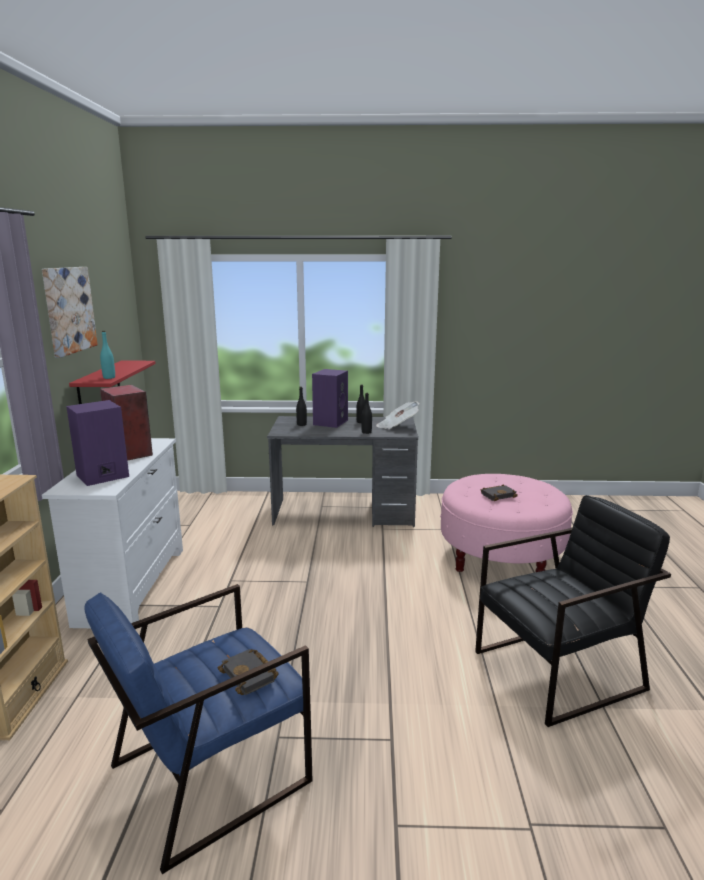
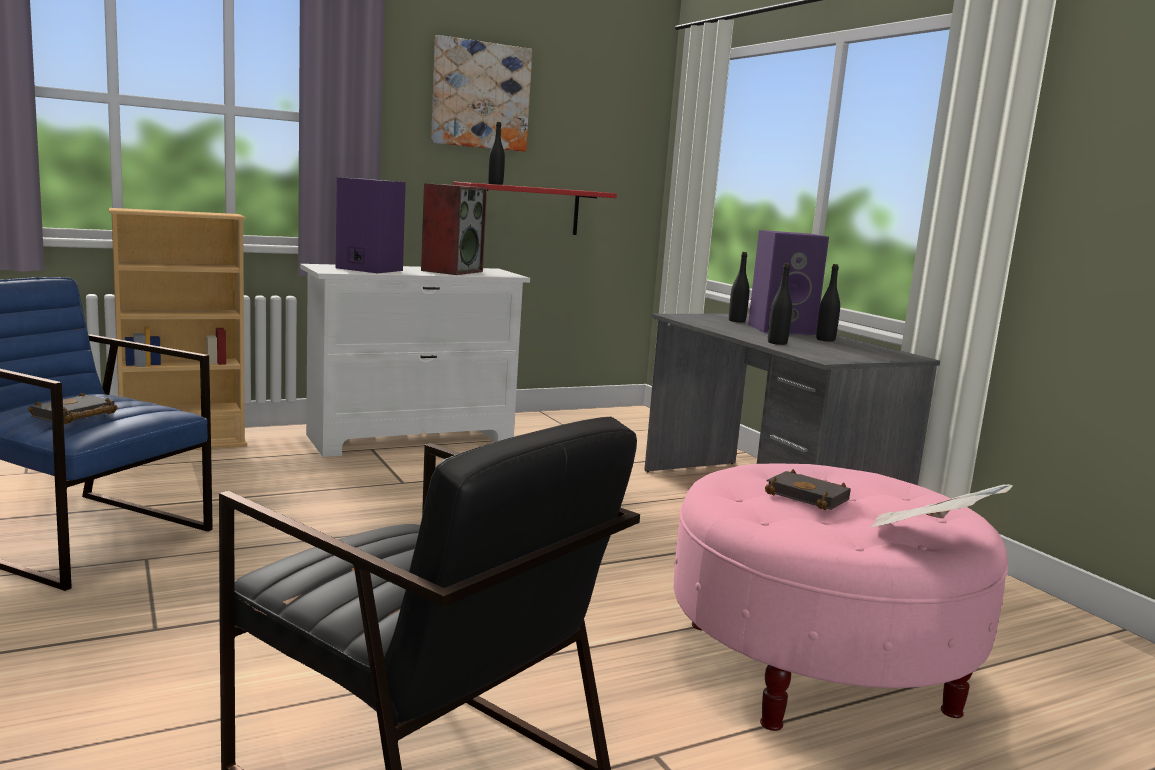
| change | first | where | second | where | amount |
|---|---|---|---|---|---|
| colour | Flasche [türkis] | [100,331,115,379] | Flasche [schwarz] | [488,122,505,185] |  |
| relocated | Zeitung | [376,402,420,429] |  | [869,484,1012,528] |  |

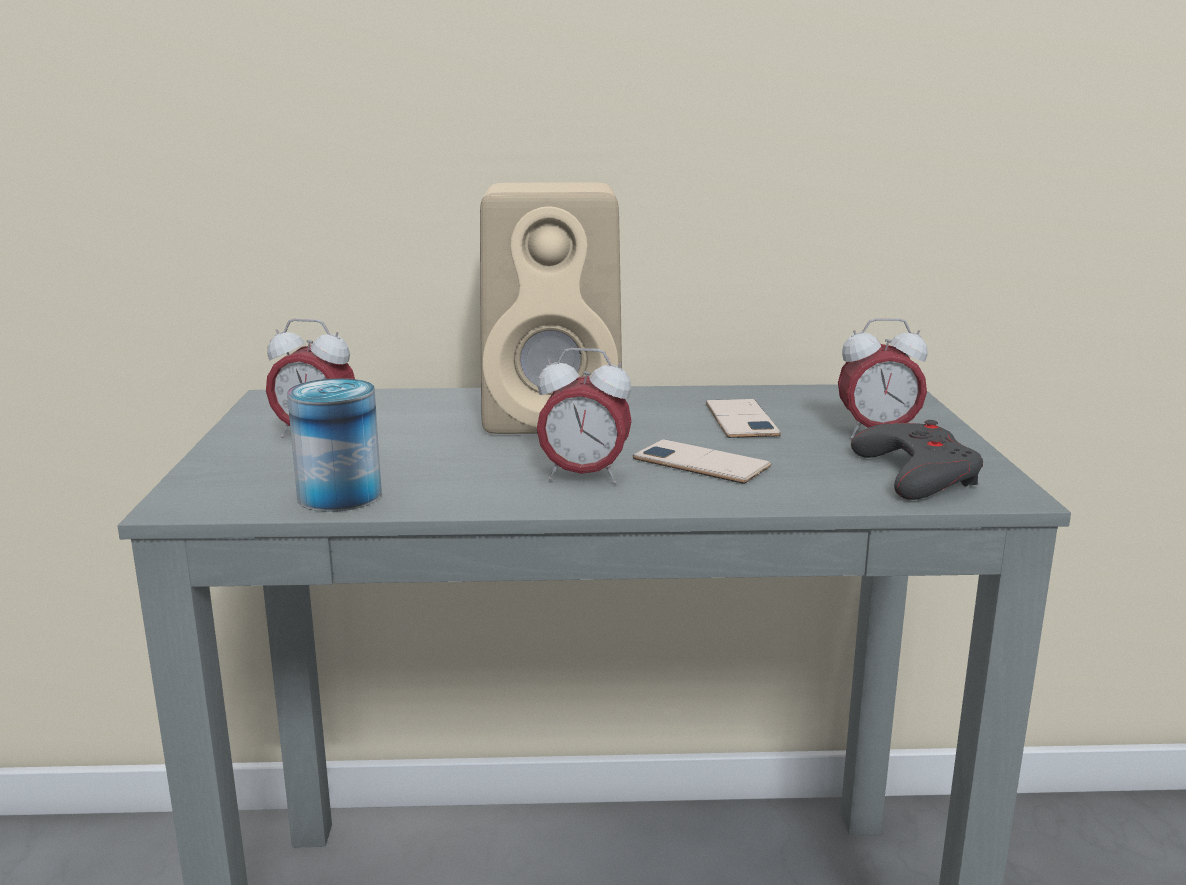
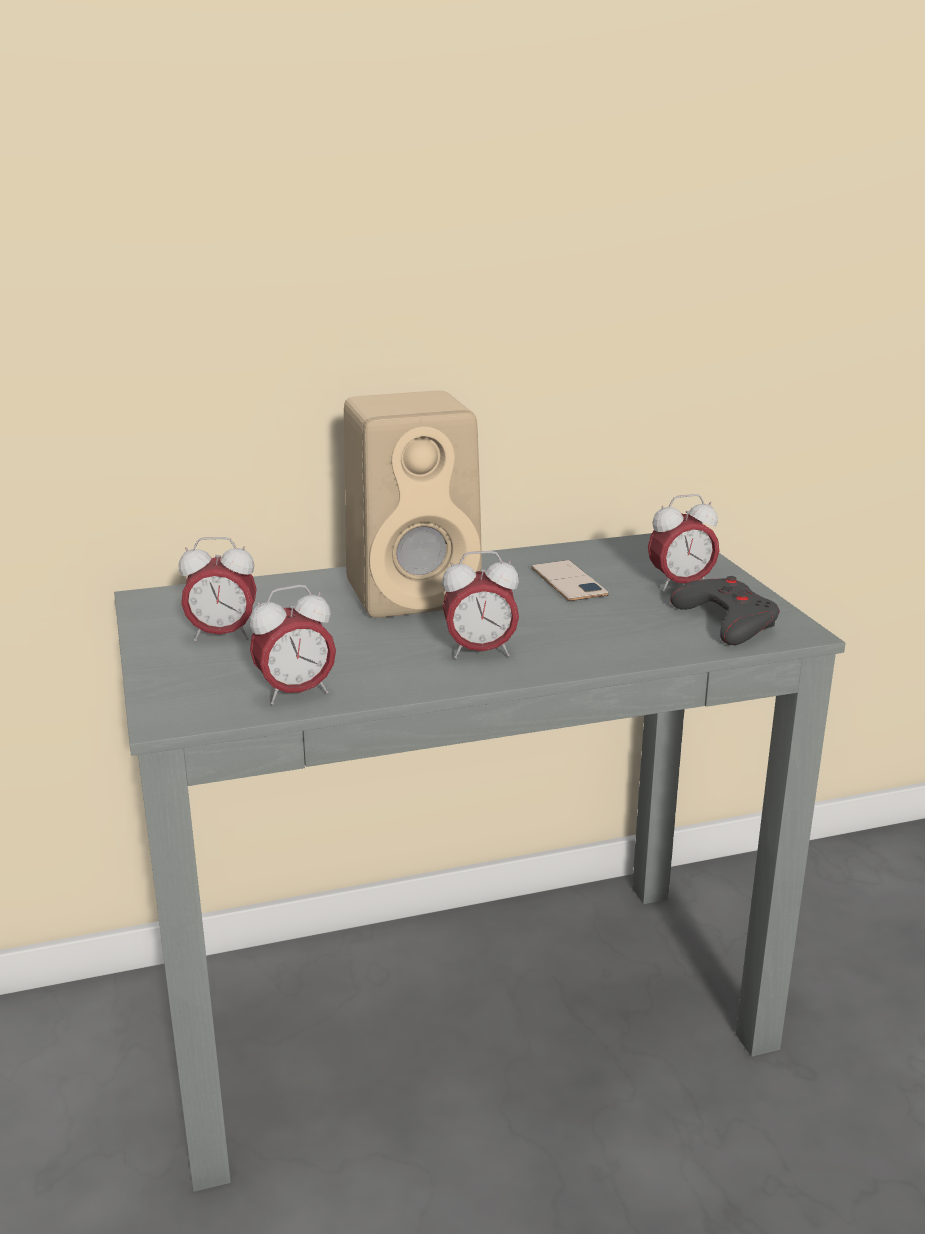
| change | first | where | second | where | amount |
|---|---|---|---|---|---|
| exchanged | Dose | [287,378,382,512] | Wecker | [249,585,336,705] |  |
| missing | Handy | [633,439,771,483] |  |  |  |

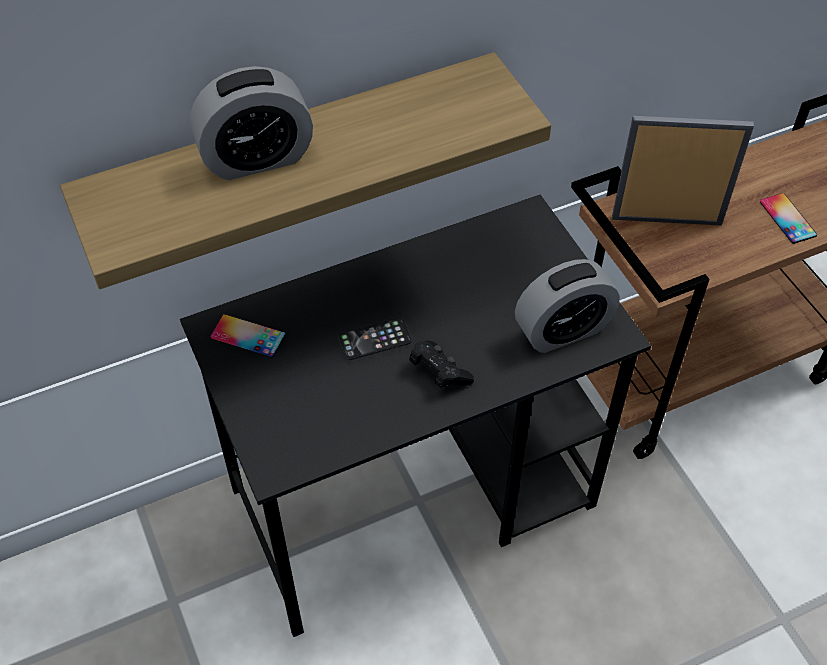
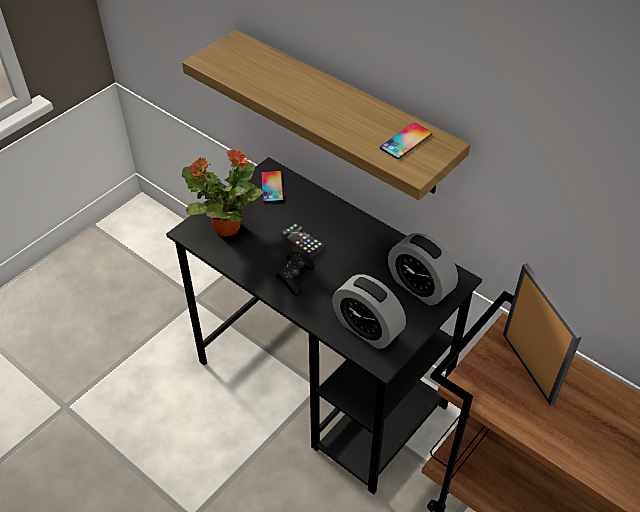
| change | first | where | second | where | amount |
|---|---|---|---|---|---|
| relocated | Wecker | [190,66,313,180] |  | [388,233,458,305] |  |
| relocated | Handy | [760,193,817,244] |  | [380,123,432,159] |  |
| appeared |  |  | Topfpflanze | [182,149,263,236] |  |

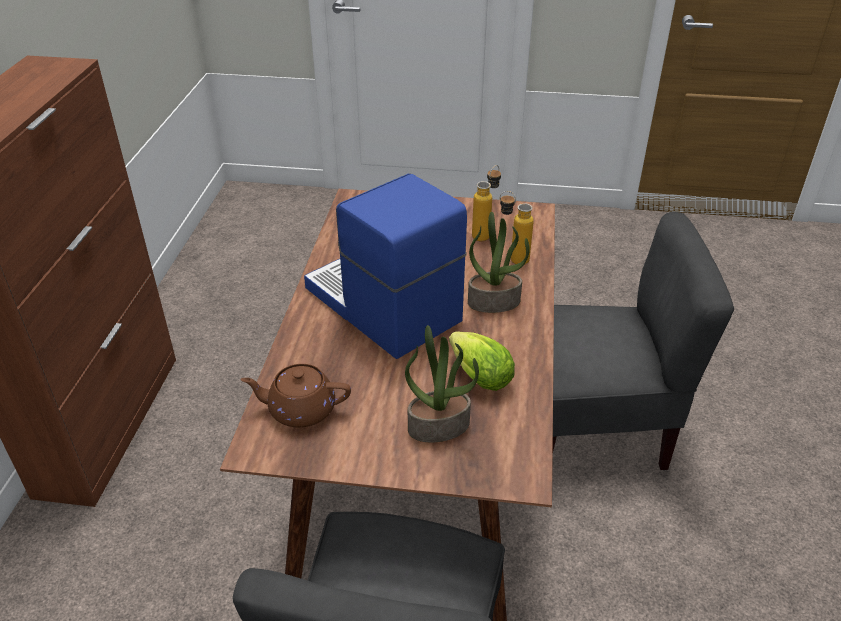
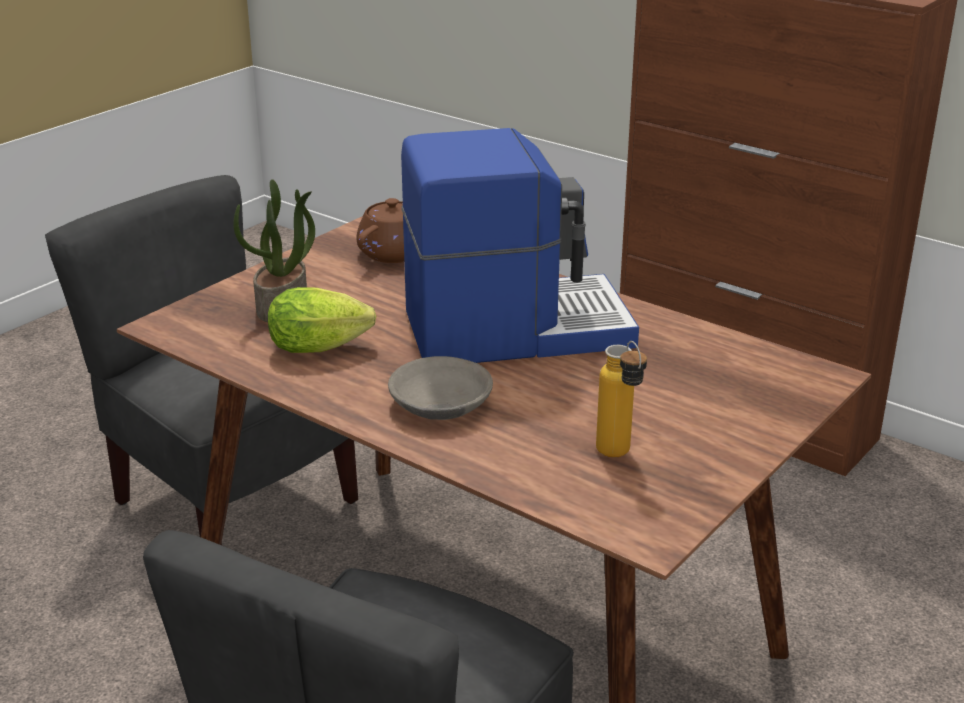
| change | first | where | second | where | amount |
|---|---|---|---|---|---|
| missing | Flasche | [500,191,534,265] |  |  |  |
| exchanged | Topfpflanze | [468,212,530,313] | Schüssel [grau] | [388,356,493,420] |  |

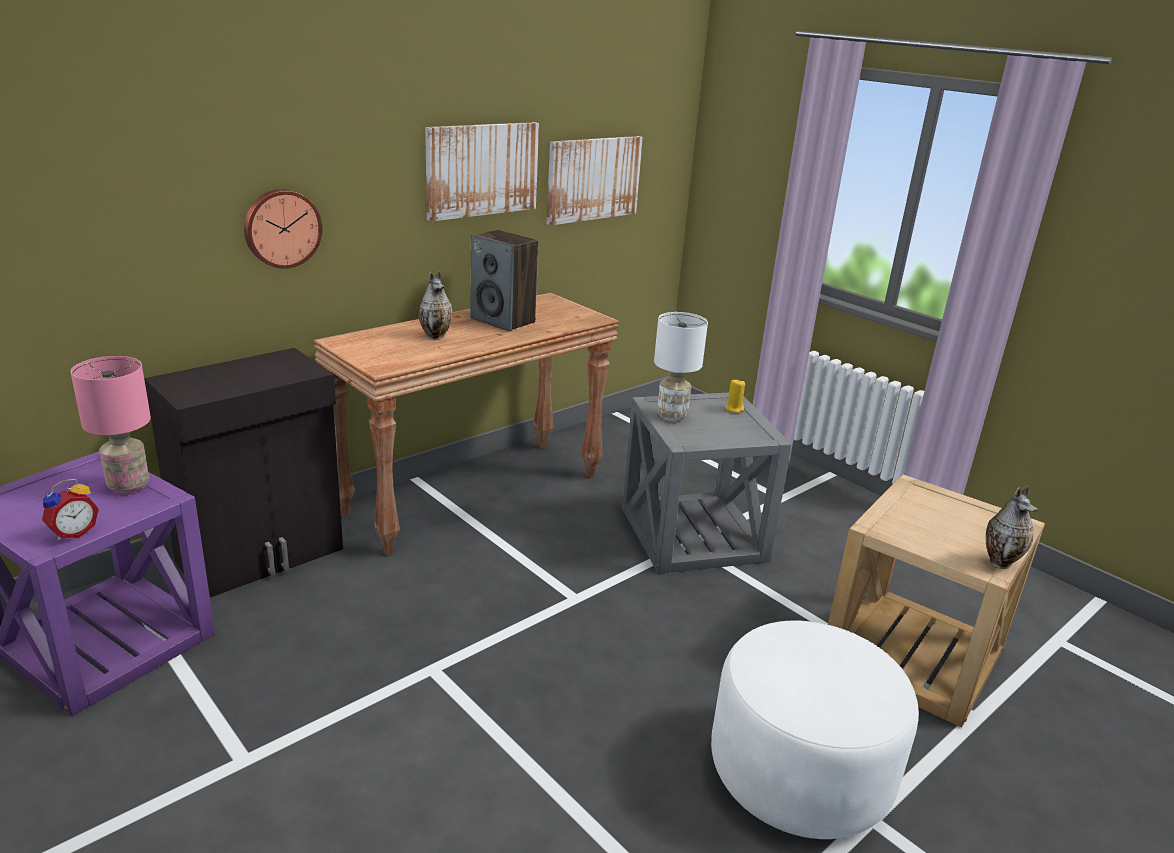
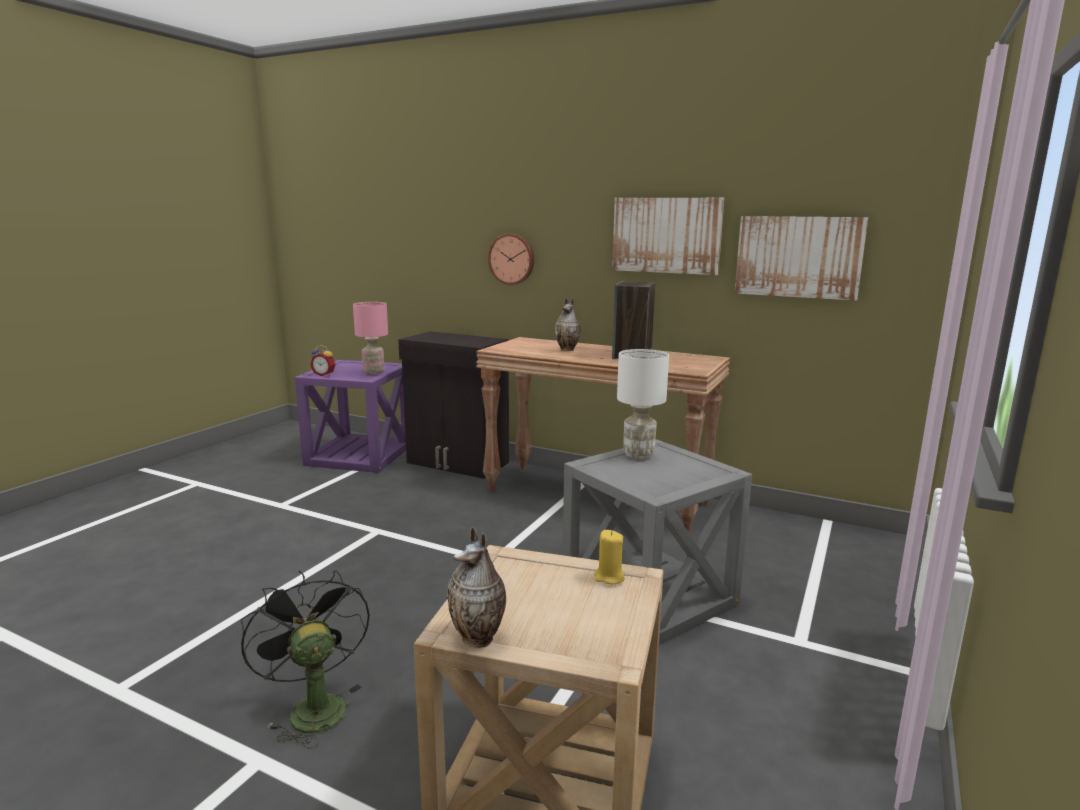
| change | first | where | second | where | amount |
|---|---|---|---|---|---|
| relocated | Kerze [gelb] | [725,380,745,413] |  | [594,530,625,584] |  |
| exchanged | Polsterhocker [weiß] | [711,620,919,839] | Ventilator [schwarz] | [241,570,370,749] |  |

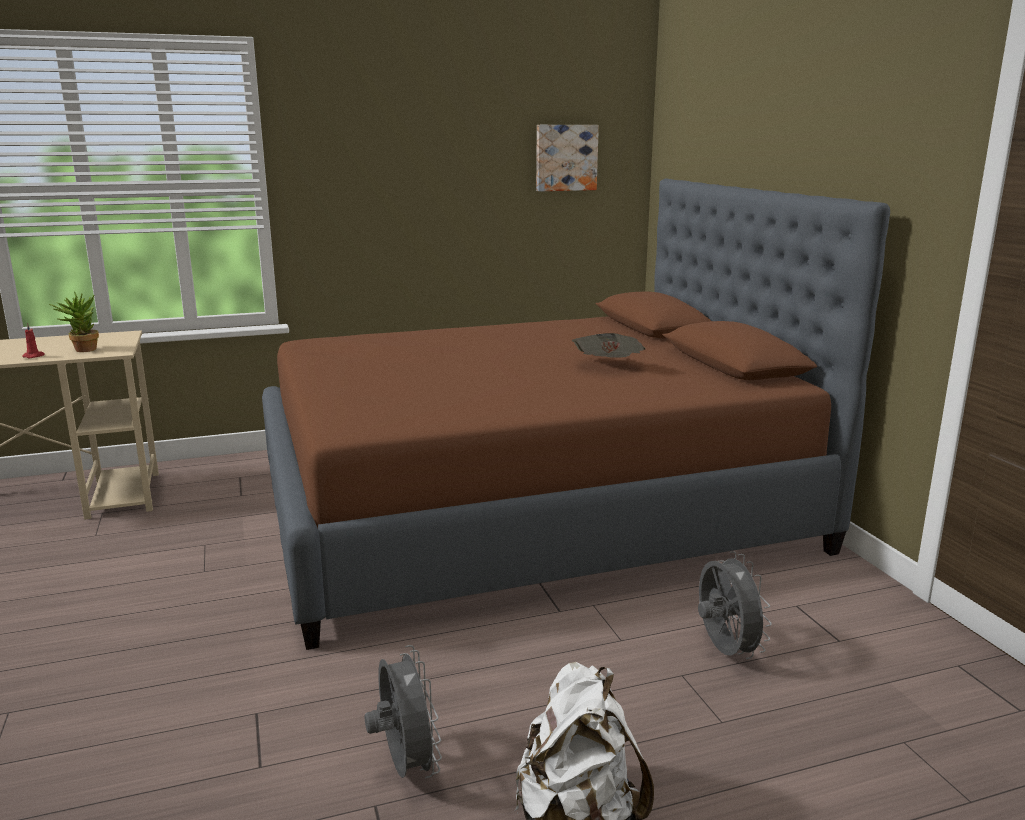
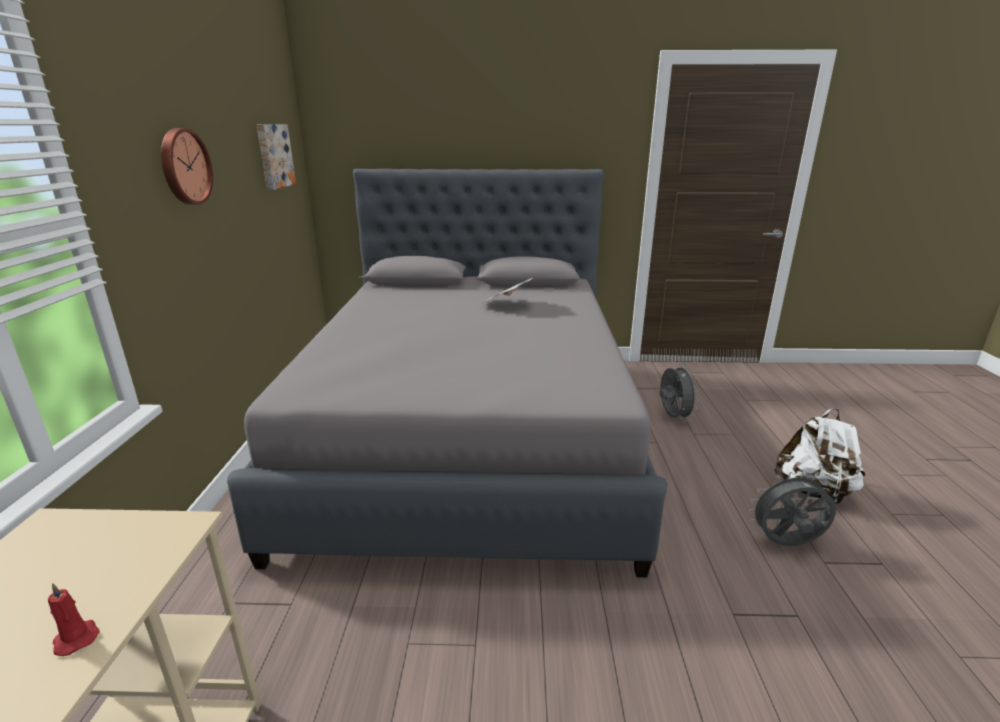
| change | first | where | second | where | amount |
|---|---|---|---|---|---|
| colour | Bett [braun] | [262,179,890,650] | Bett [grau] | [227,169,668,577] |  |
| missing | Topfpflanze | [49,291,99,352] |  |  |  |
| spun | Ventilator [grau] | [698,551,772,659] |  | [660,364,699,421] | 75 degrees clockwise |
| appeared |  |  | Wanduhr | [161,128,213,205] |  |

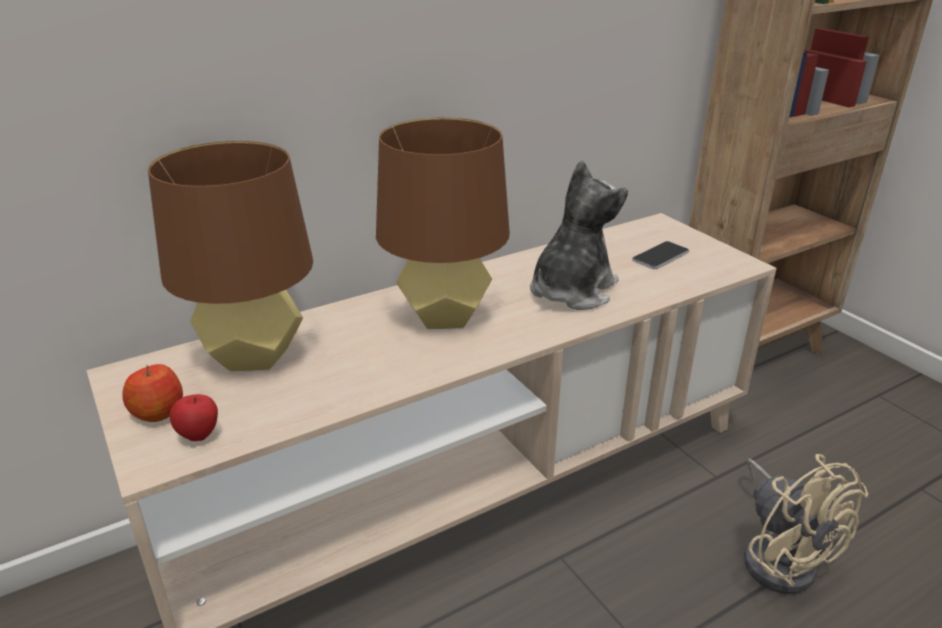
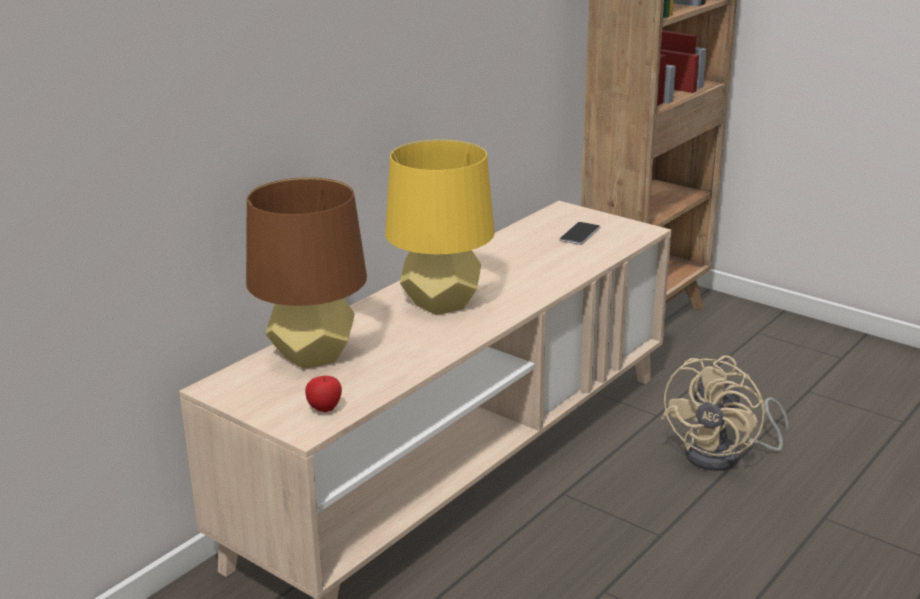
| change | first | where | second | where | amount |
|---|---|---|---|---|---|
| colour | Tischlampe [braun] | [376,117,510,329] | Tischlampe [gelb] | [385,140,495,315] |  |
| missing | Plüschtier | [530,160,628,310] |  |  |  |
| missing | Apfel | [122,364,183,422] |  |  |  |
| spun | Ventilator [beige] | [744,454,868,594] |  | [661,356,789,471] | 75 degrees clockwise |

